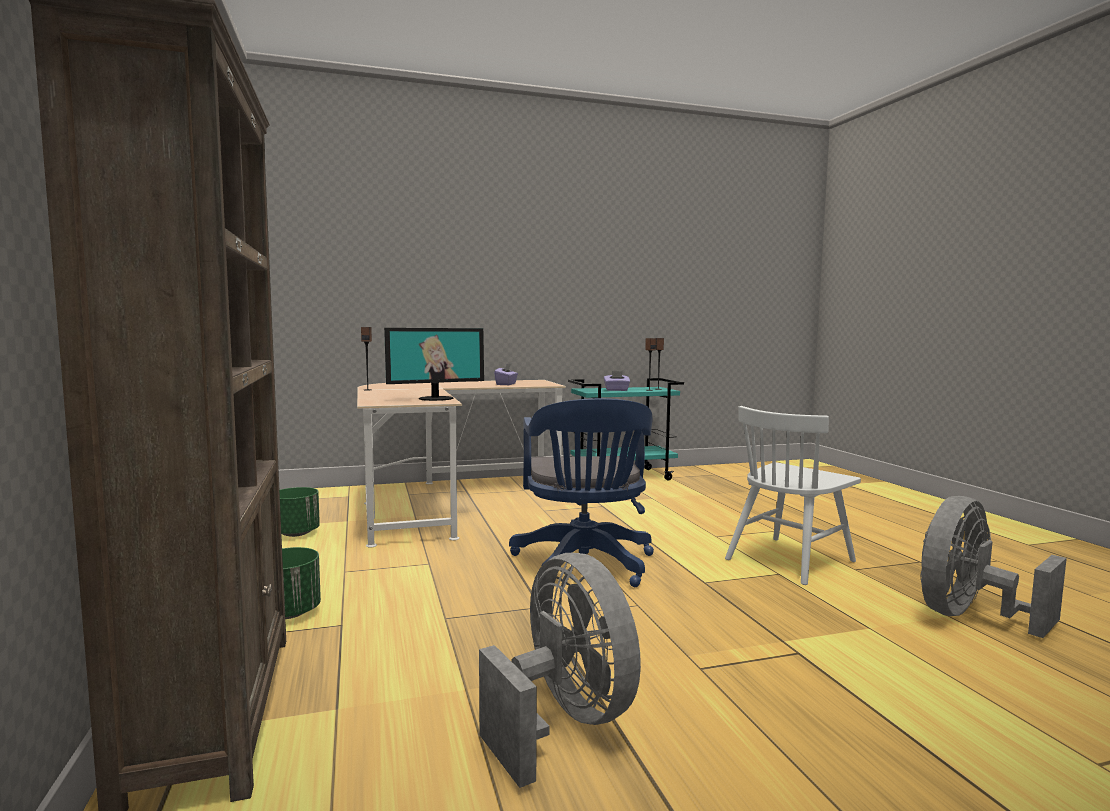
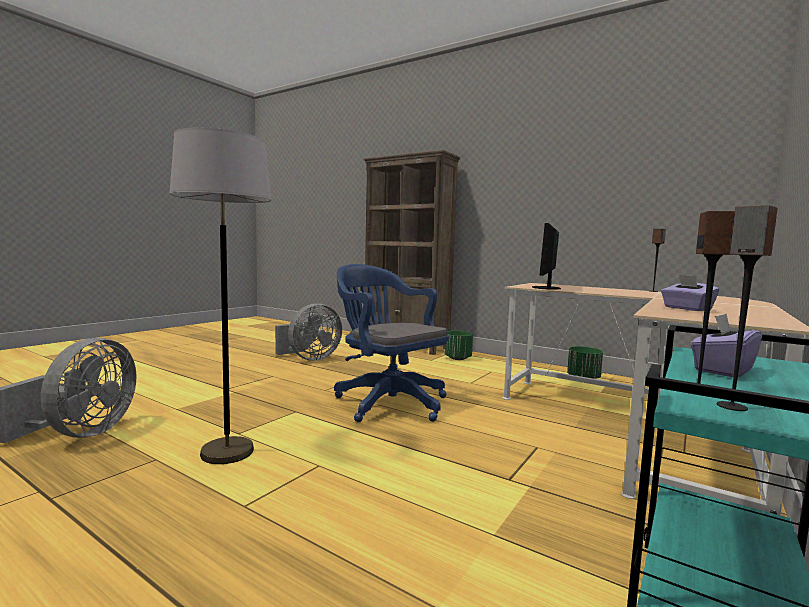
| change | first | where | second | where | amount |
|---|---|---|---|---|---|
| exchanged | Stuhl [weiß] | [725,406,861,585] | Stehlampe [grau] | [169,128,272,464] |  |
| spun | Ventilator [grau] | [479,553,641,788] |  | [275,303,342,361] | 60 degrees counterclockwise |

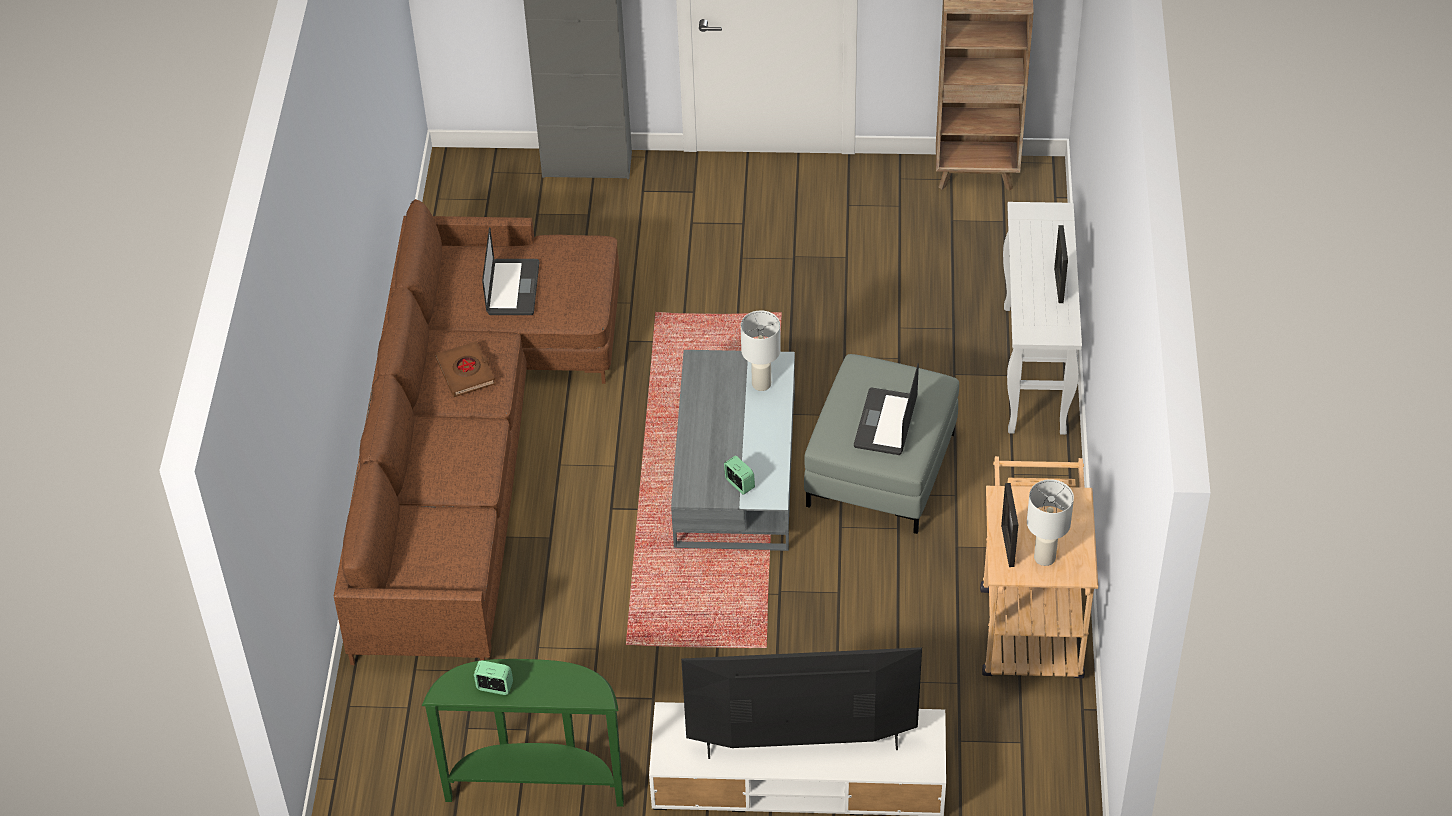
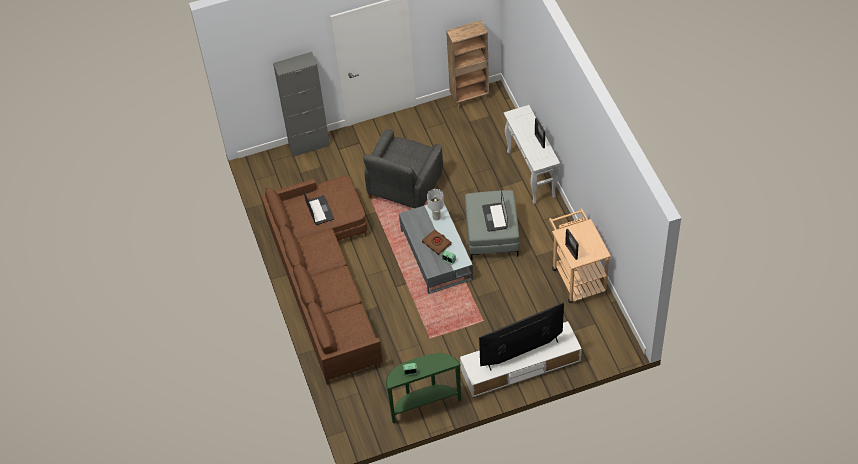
| change | first | where | second | where | amount |
|---|---|---|---|---|---|
| relocated | Buch [braun] | [435,341,496,397] |  | [422,230,451,255] |  |
| missing | Tischlampe [weiß] | [1027,479,1074,566] |  |  |  |
| appeared |  |  | Sessel [grau] | [363,129,443,208] |  |

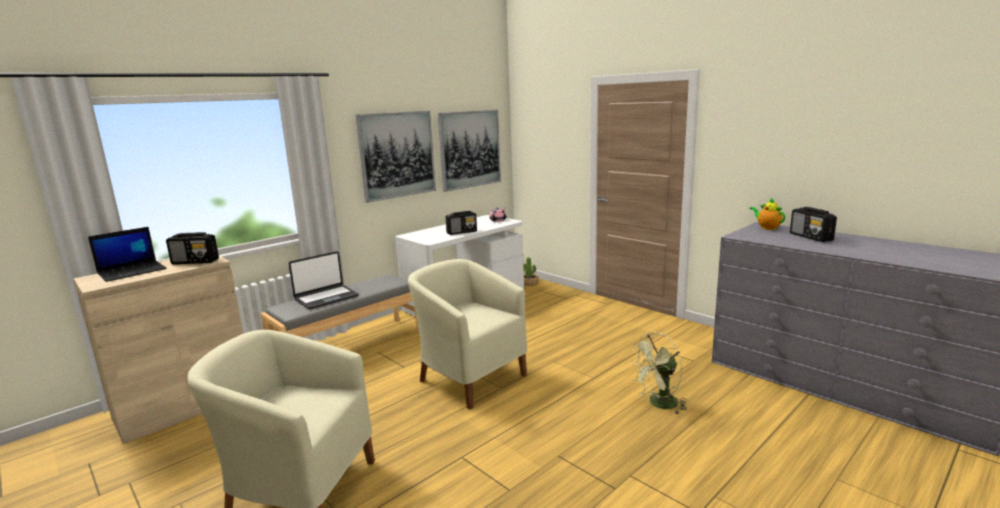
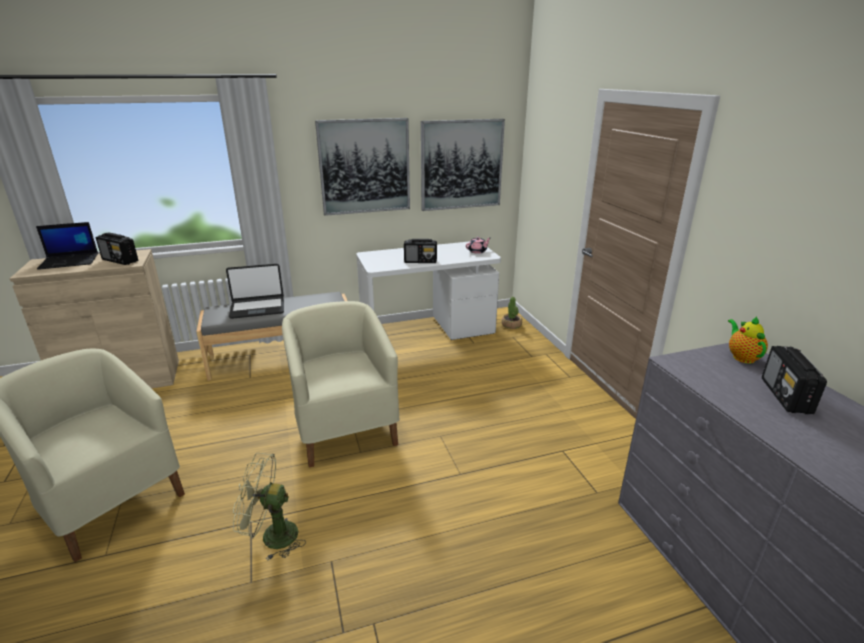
| change | first | where | second | where | amount |
|---|---|---|---|---|---|
| relocated | Ventilator [grün] | [629,332,687,414] |  | [233,453,306,561] |  |

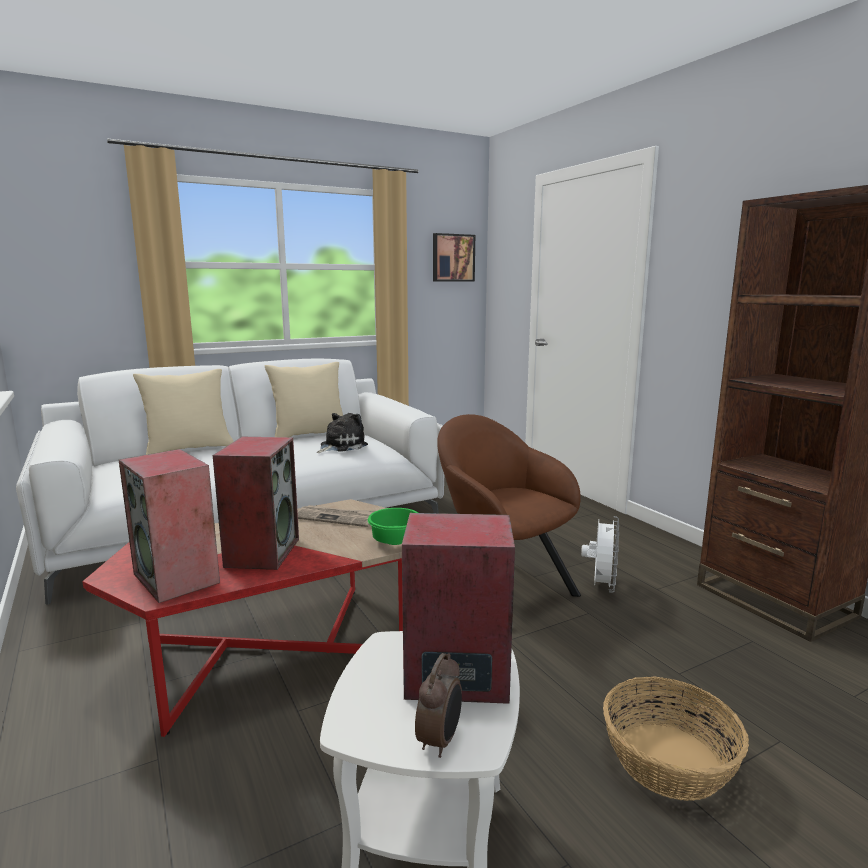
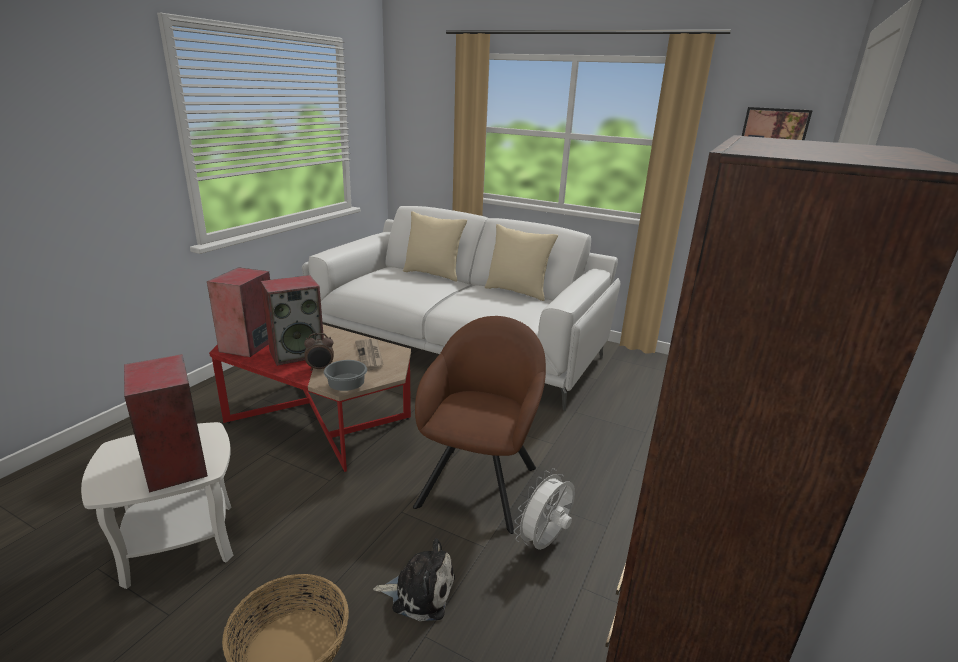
| change | first | where | second | where | amount |
|---|---|---|---|---|---|
| relocated | Plüschtier | [317,413,368,453] |  | [373,538,455,621] |  |
| colour | Schüssel [grün] | [368,508,418,545] | Schüssel [grau] | [324,360,367,391] |  |
| spun | Ventilator [weiß] | [581,516,619,593] |  | [514,468,575,550] | 150 degrees clockwise |
| relocated | Wecker | [415,653,462,758] |  | [304,333,334,371] |  |

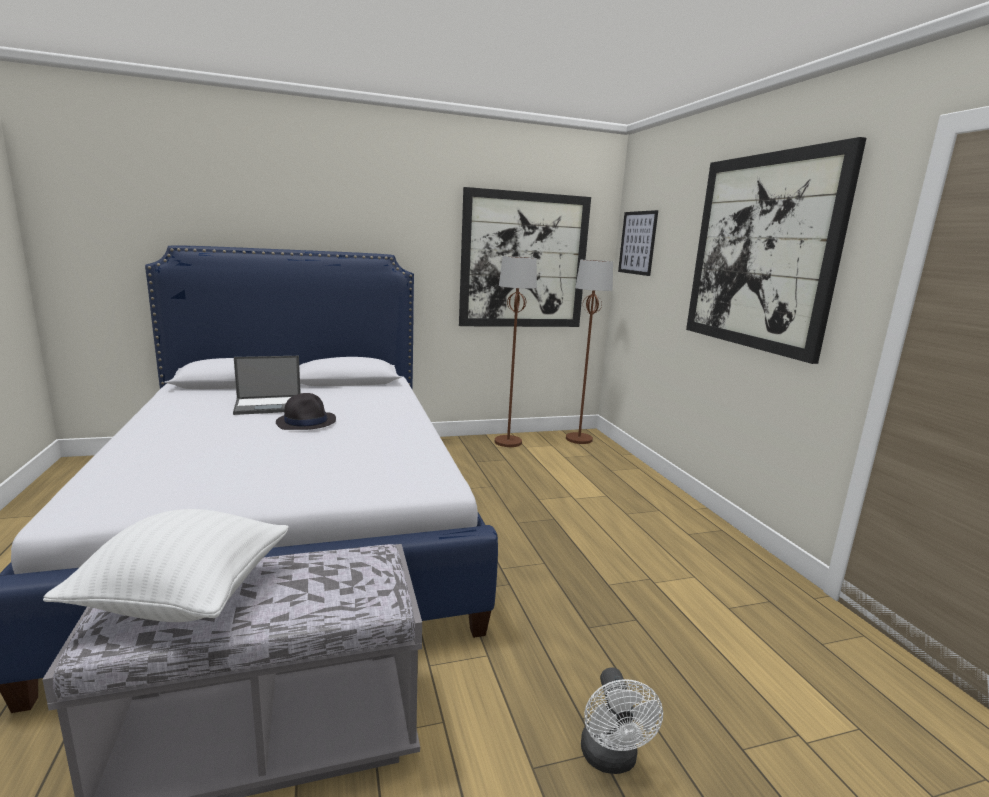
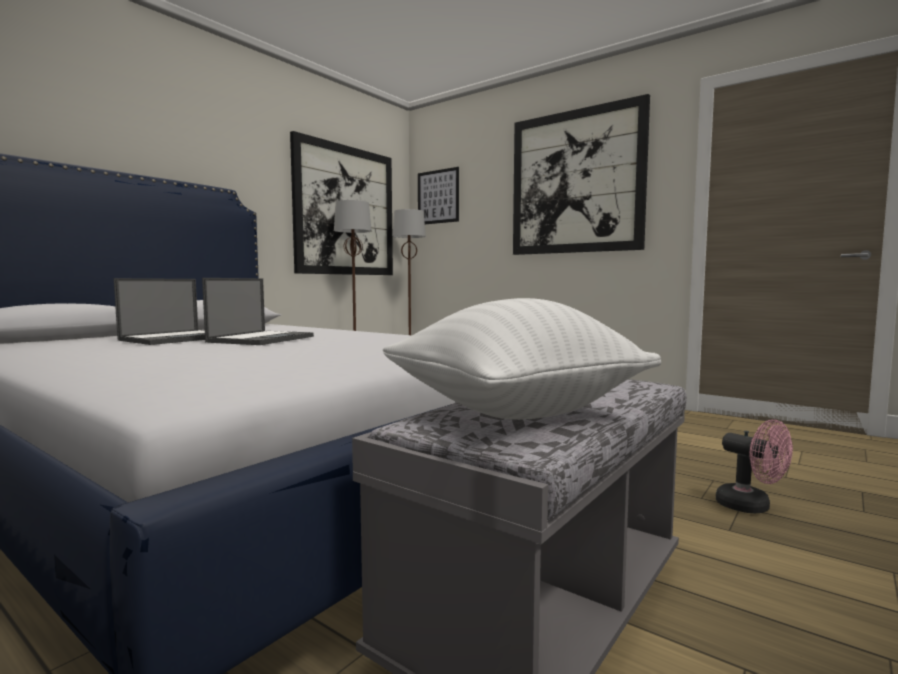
| change | first | where | second | where | amount |
|---|---|---|---|---|---|
| exchanged | Hut [schwarz] | [276,393,336,430] | Laptop | [202,278,314,345] |  |
| colour | Ventilator [weiß] | [581,668,663,774] | Ventilator [rosa] | [716,419,793,513] |  |

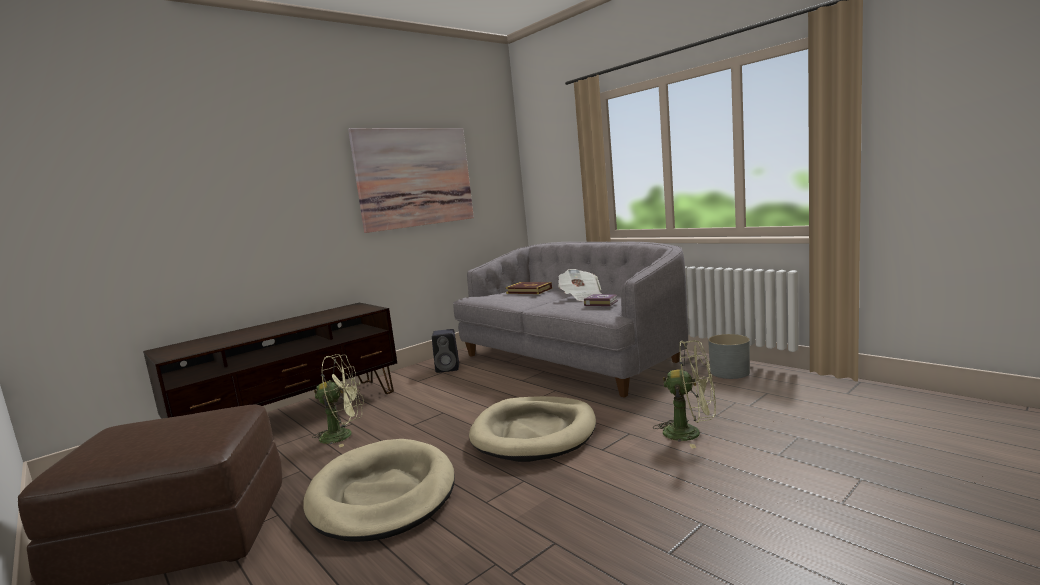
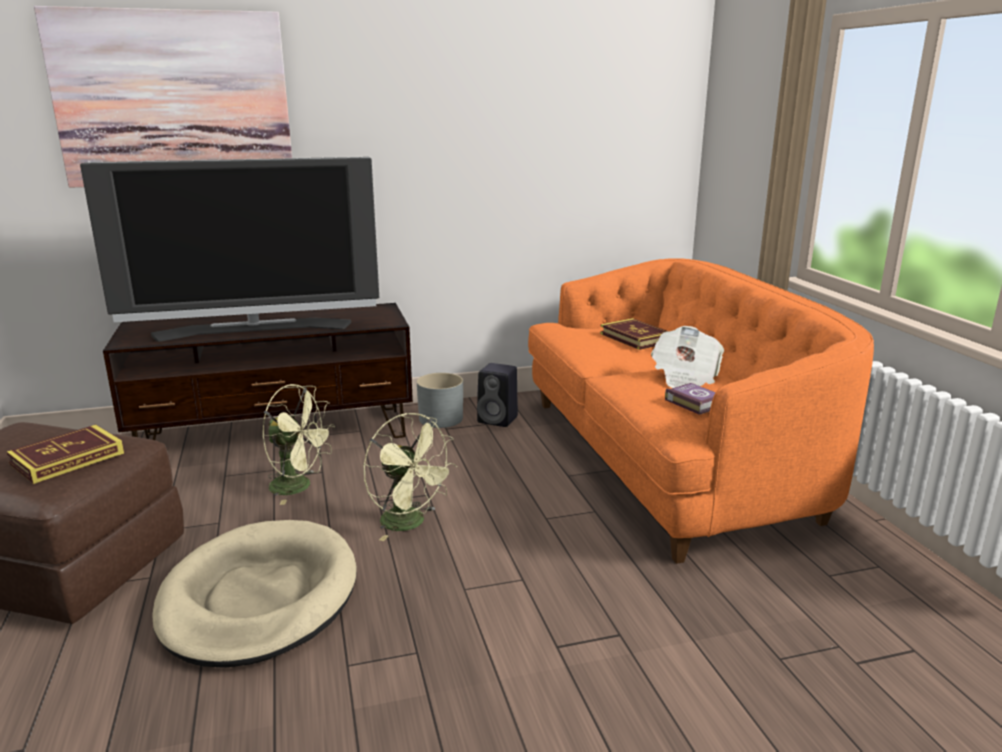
| change | first | where | second | where | amount |
|---|---|---|---|---|---|
| relocated | Bild | [348,128,474,233] |  | [34,6,292,188] |  |
| colour | Sofa [grau] | [453,242,688,398] | Sofa [orange] | [528,259,874,564] |  |
| relocated | Pflanzkübel [grau] | [708,334,750,379] |  | [417,373,463,428] |  |
| relocated | Ventilator [grün] | [653,340,716,449] |  | [363,413,457,541] |  |
| missing | Hundebett [beige] | [469,396,596,462] |  |  |  |
| appeared |  |  | Fernseher | [80,157,379,342] |  |
| appeared |  |  | Buch | [7,424,124,484] |  |

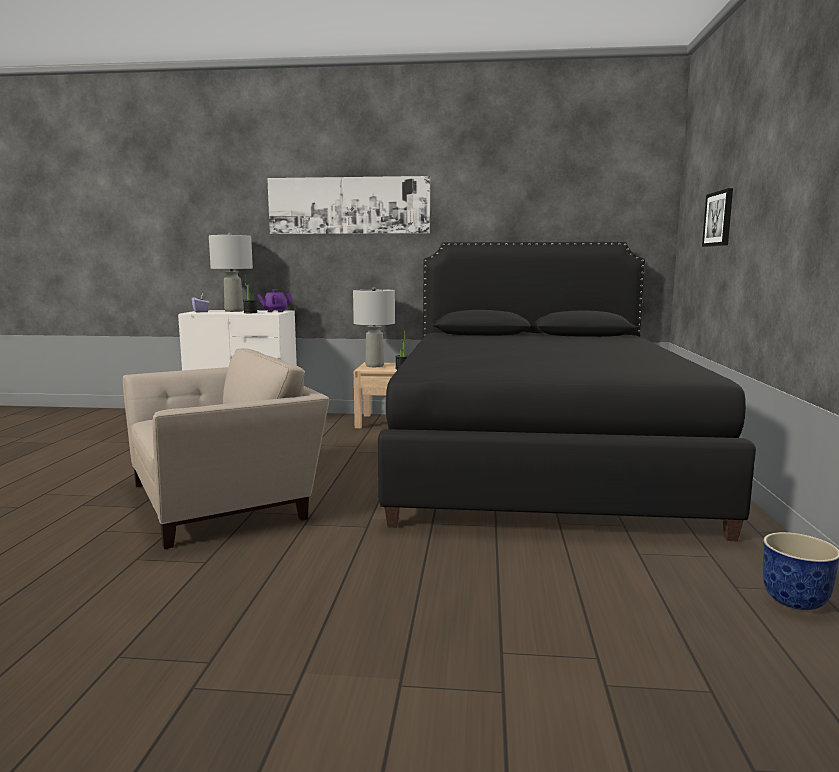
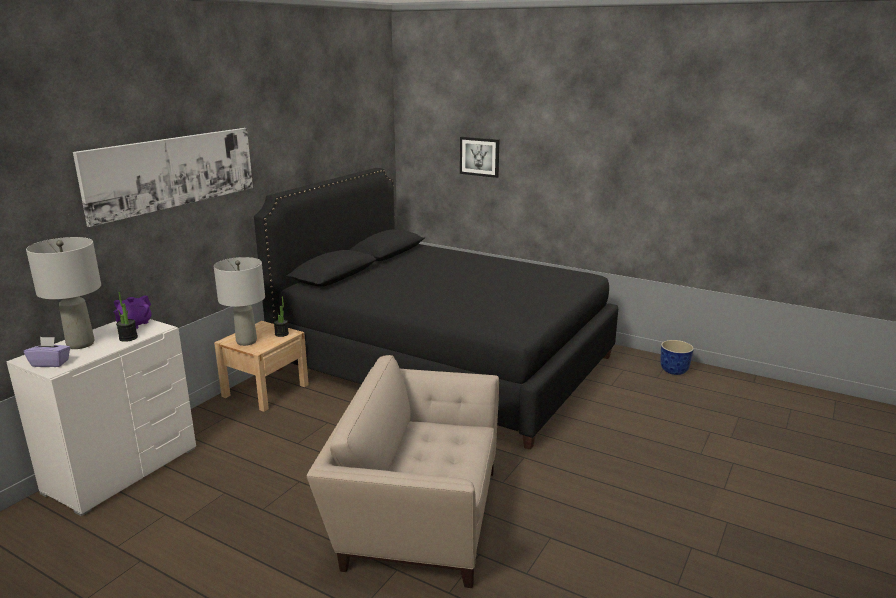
| change | first | where | second | where | amount |
|---|---|---|---|---|---|
| spun | Sessel [beige] | [123,348,329,549] |  | [307,355,499,588] | 75 degrees counterclockwise |

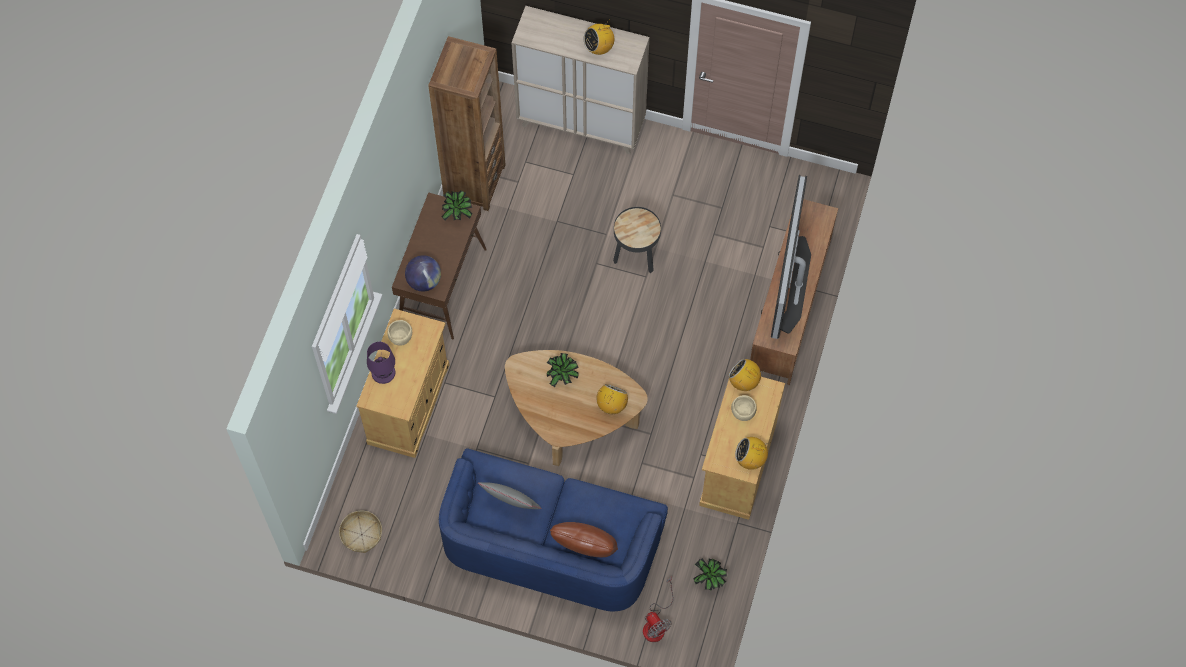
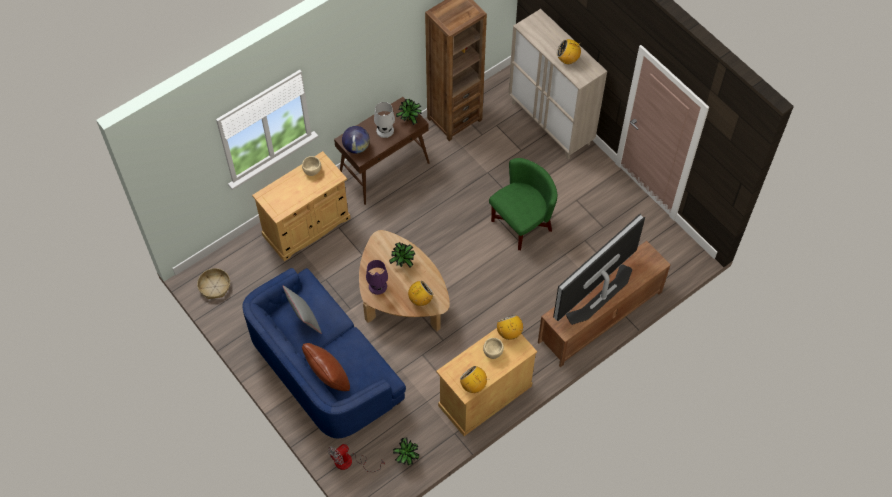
| change | first | where | second | where | amount |
|---|---|---|---|---|---|
| exchanged | Beistelltisch [schwarz] | [613,207,661,273] | Sessel [grün] | [489,158,557,250] |  |
| relocated | Tischlampe [lila] | [367,342,395,384] |  | [366,260,388,295] |  |
| spun | Ventilator | [643,577,673,642] |  | [328,444,385,472] | 45 degrees clockwise |
| appeared |  |  | Tischlampe [weiß] | [374,102,395,138] |  |

